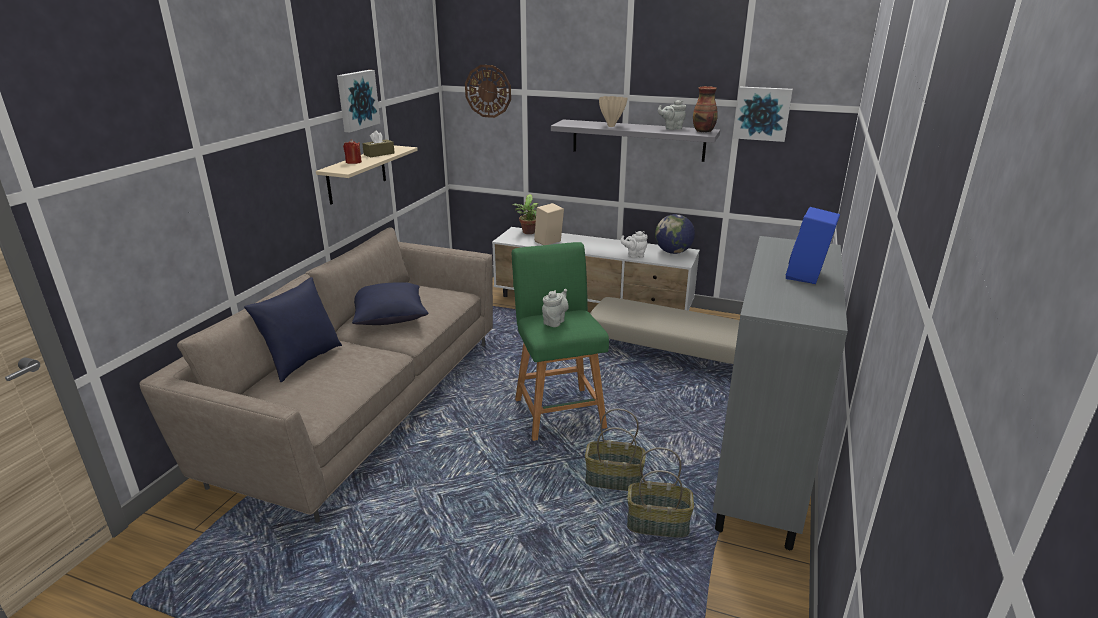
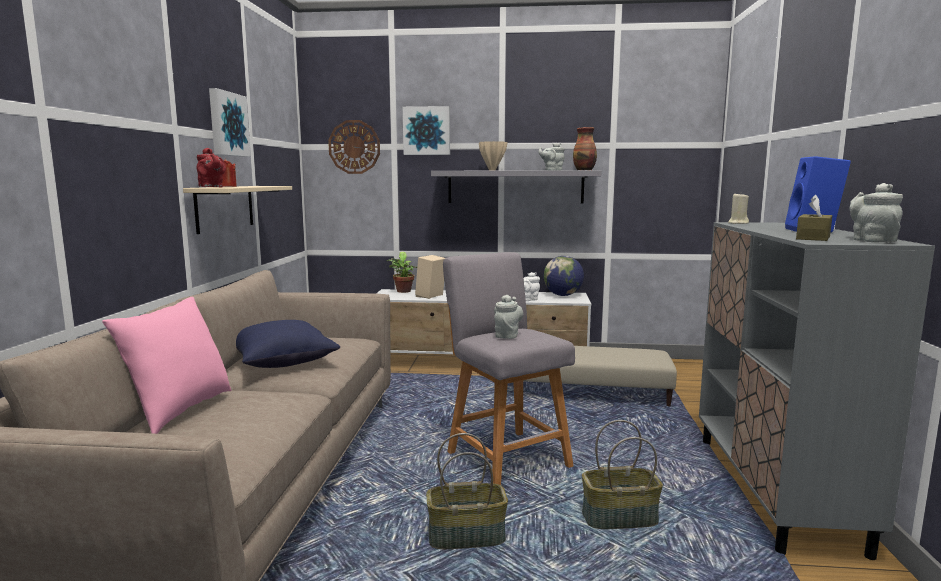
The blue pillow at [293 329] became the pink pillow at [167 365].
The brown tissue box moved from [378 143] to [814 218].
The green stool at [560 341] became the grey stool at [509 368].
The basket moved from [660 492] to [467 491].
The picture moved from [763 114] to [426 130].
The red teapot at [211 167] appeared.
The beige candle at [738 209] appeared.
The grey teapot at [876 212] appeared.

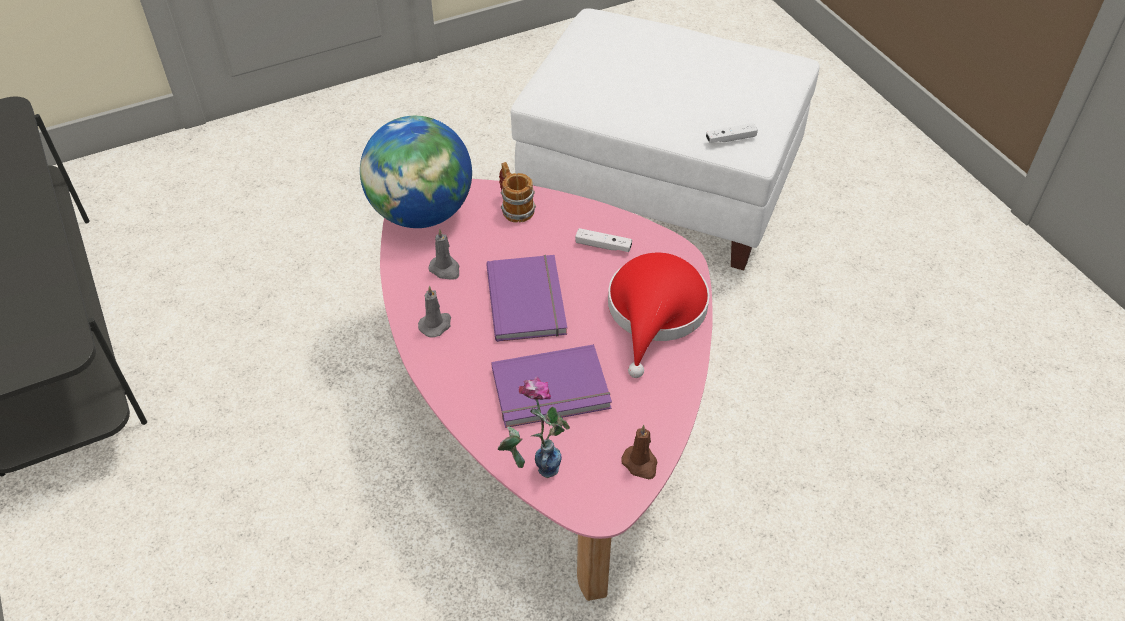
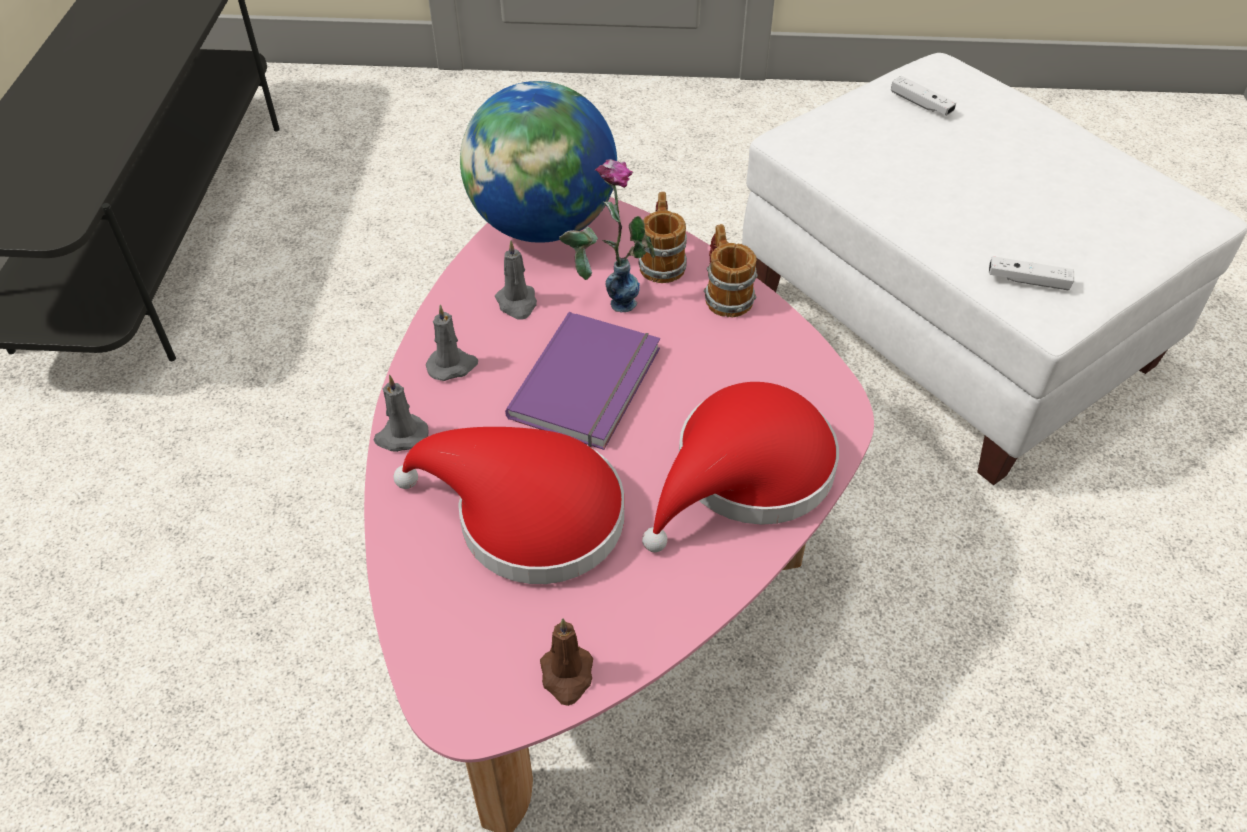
The purple book at [551 386] was replaced by the red hat at [509 505].
The vase moved from [534 427] to [607 235].
The white game controller moved from [603 240] to [923 96].
The grey candle at [401 413] appeared.
The mug at [731 270] appeared.

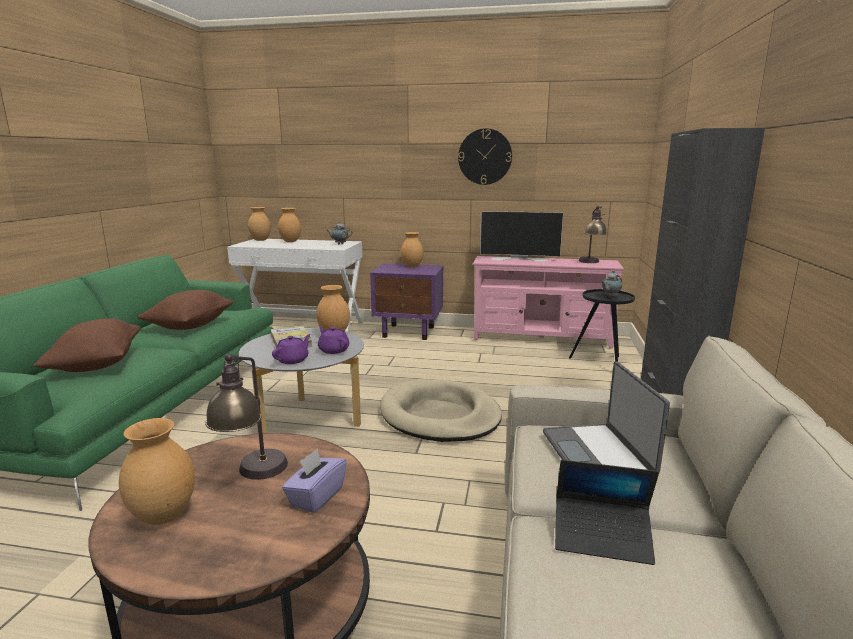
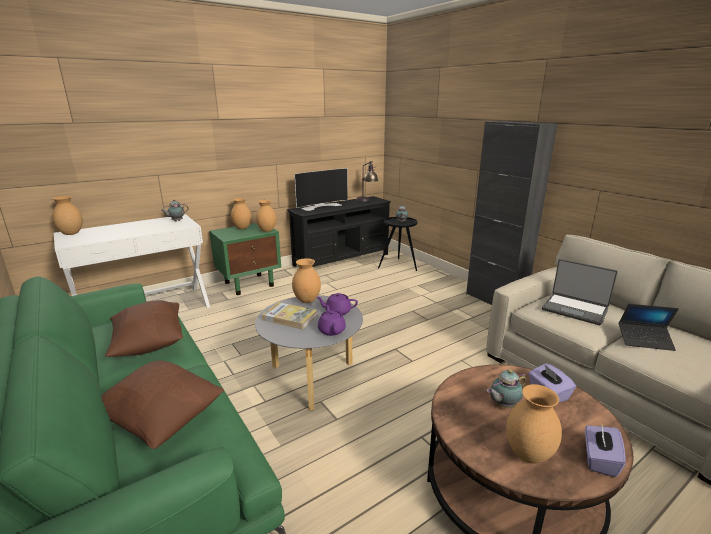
The table lamp at [246 417] was replaced by the teapot at [506 388].
The brown vase moved from [289 225] to [266 216].
The purple nightstand at [407 301] became the green nightstand at [245 259].
The beige dog bed at [441 410] disappeared.
The wall clock at [485 156] disappeared.
The pink tv stand at [548 302] became the black tv stand at [339 231].
The laptop at [607 512] turned 45 degrees clockwise.
The purple tissue box at [605 451] appeared.

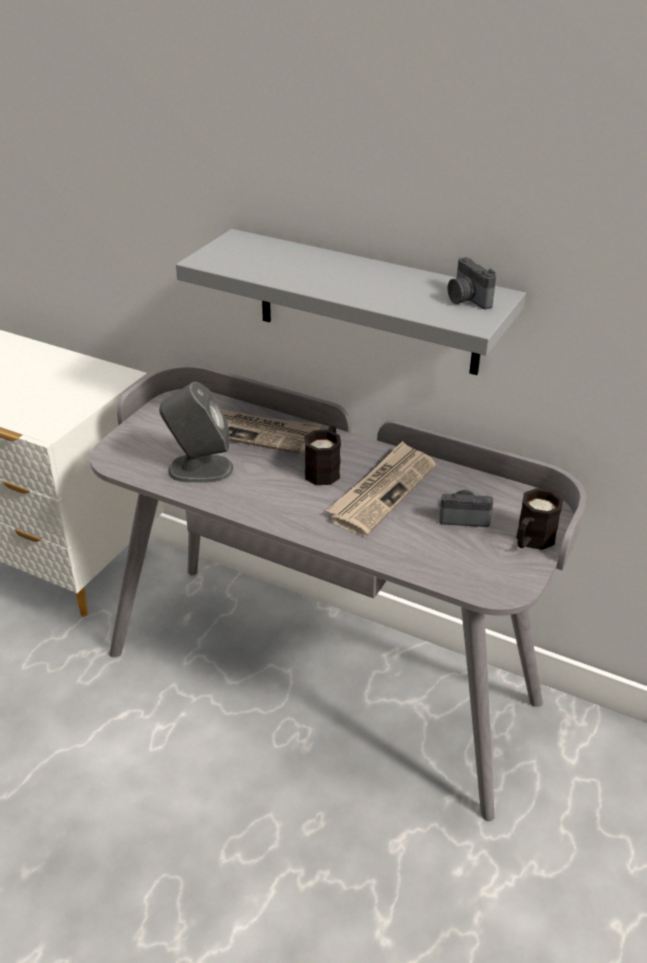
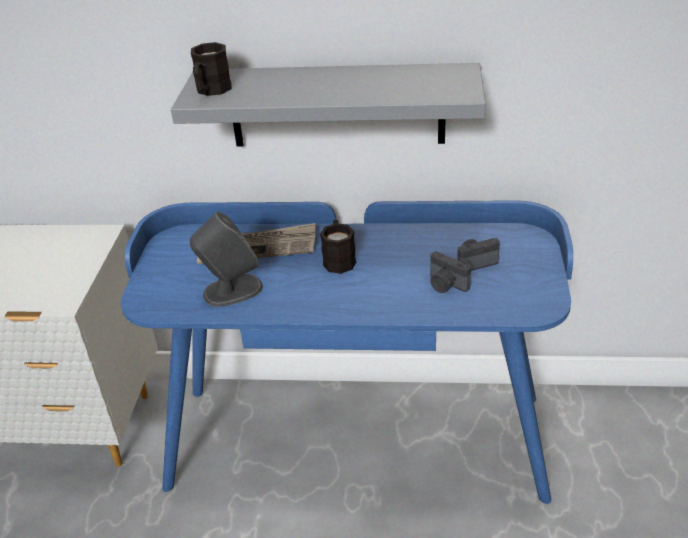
The grey desk at [338 593] became the blue desk at [347 352].
The newspaper at [381 489] disappeared.
The photo camera moved from [472 283] to [450 272].
The black mug moved from [539 519] to [211 69].

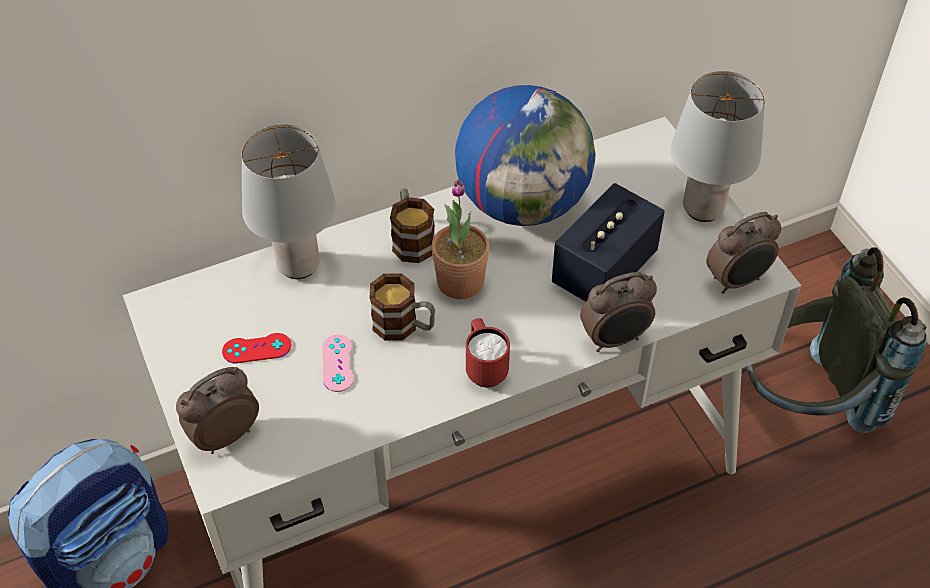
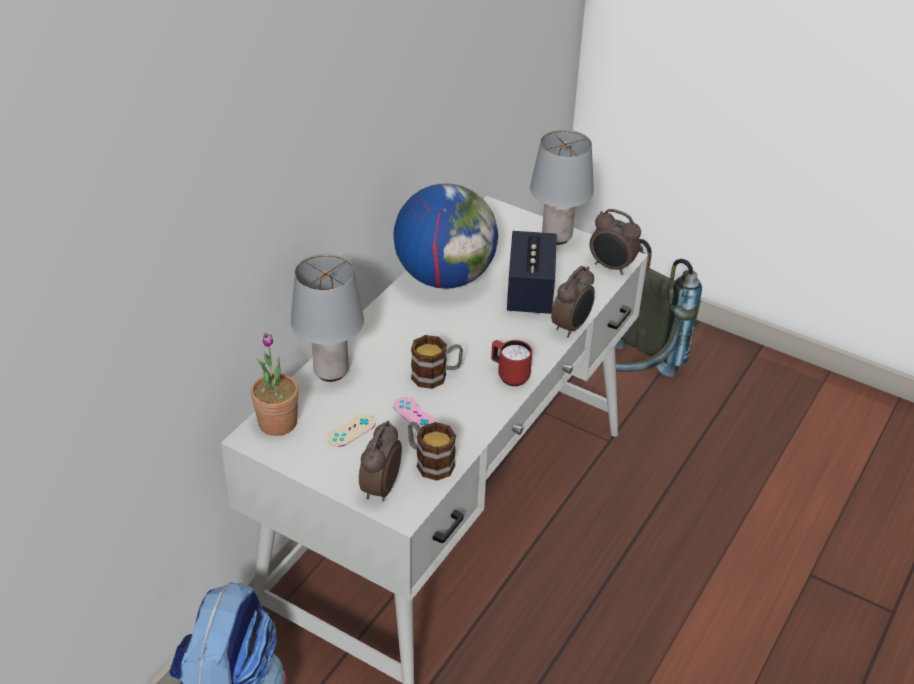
The red game controller at [256 348] became the beige game controller at [351 430].
The mug moved from [412 226] to [432 451].
The potted plant moved from [460 239] to [275 384].
The alarm clock at [743 253] turned 90 degrees clockwise.

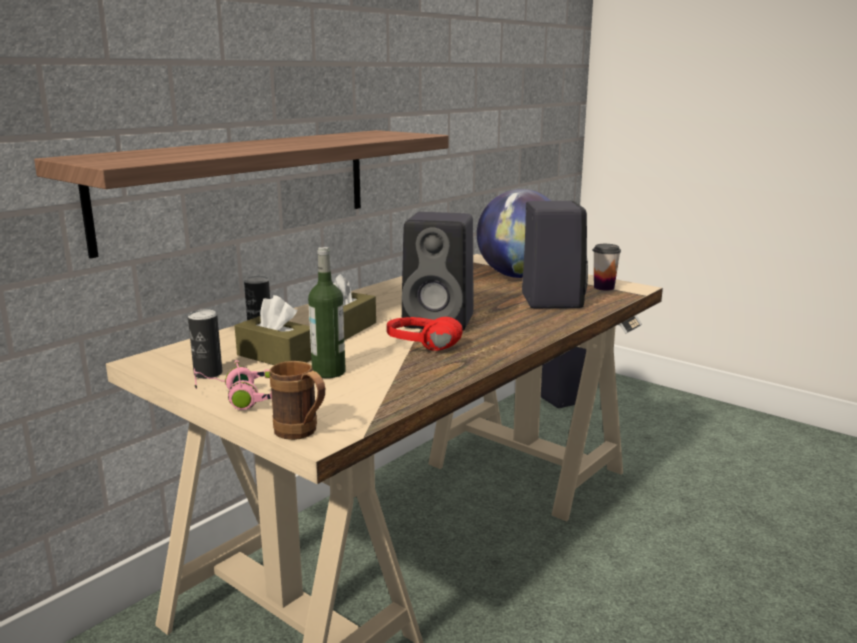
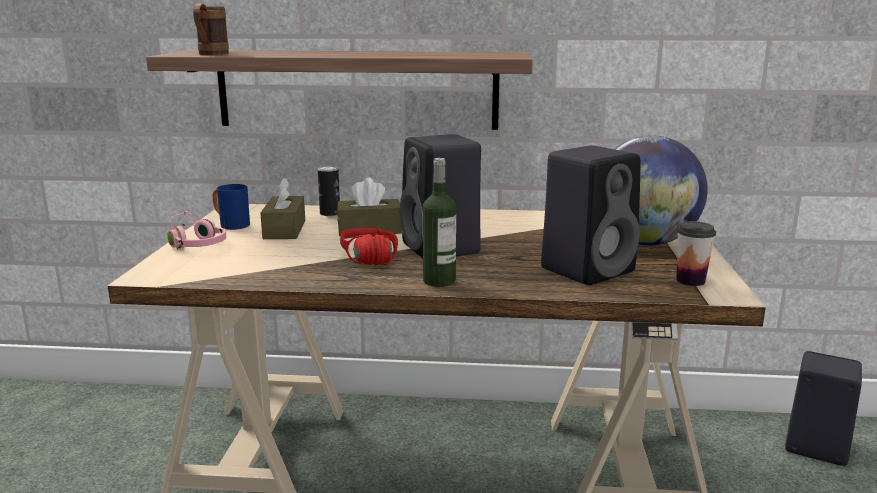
The can at [205 344] was replaced by the blue mug at [231 207].
The brown mug moved from [297 400] to [211 29].
The bottle moved from [327 312] to [439 222].

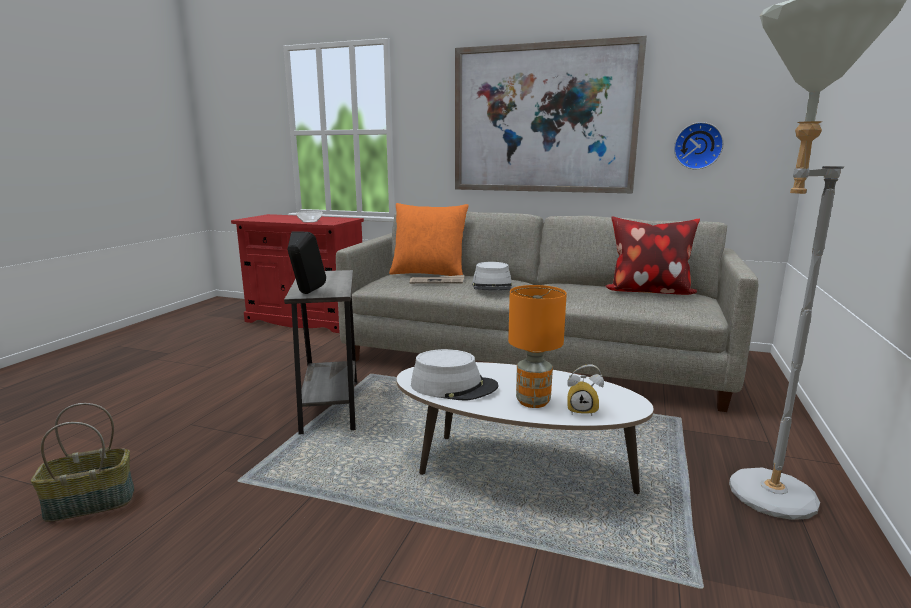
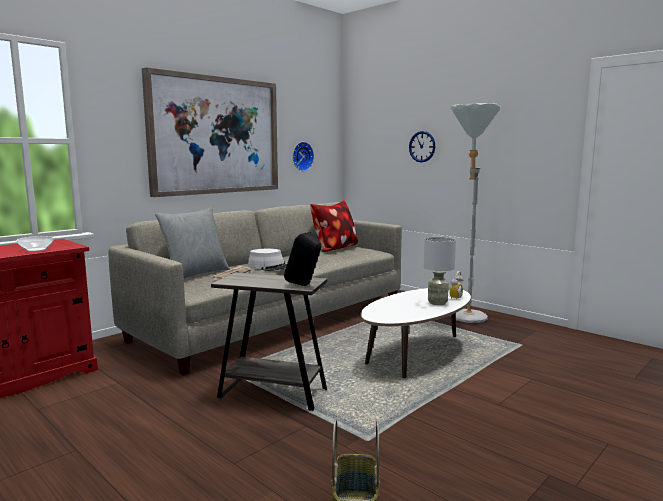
The orange pillow at [429 239] became the grey pillow at [192 243].
The grey hat at [455 375] disappeared.
The orange table lamp at [537 346] became the grey table lamp at [440 271].
The wall clock at [422 146] appeared.

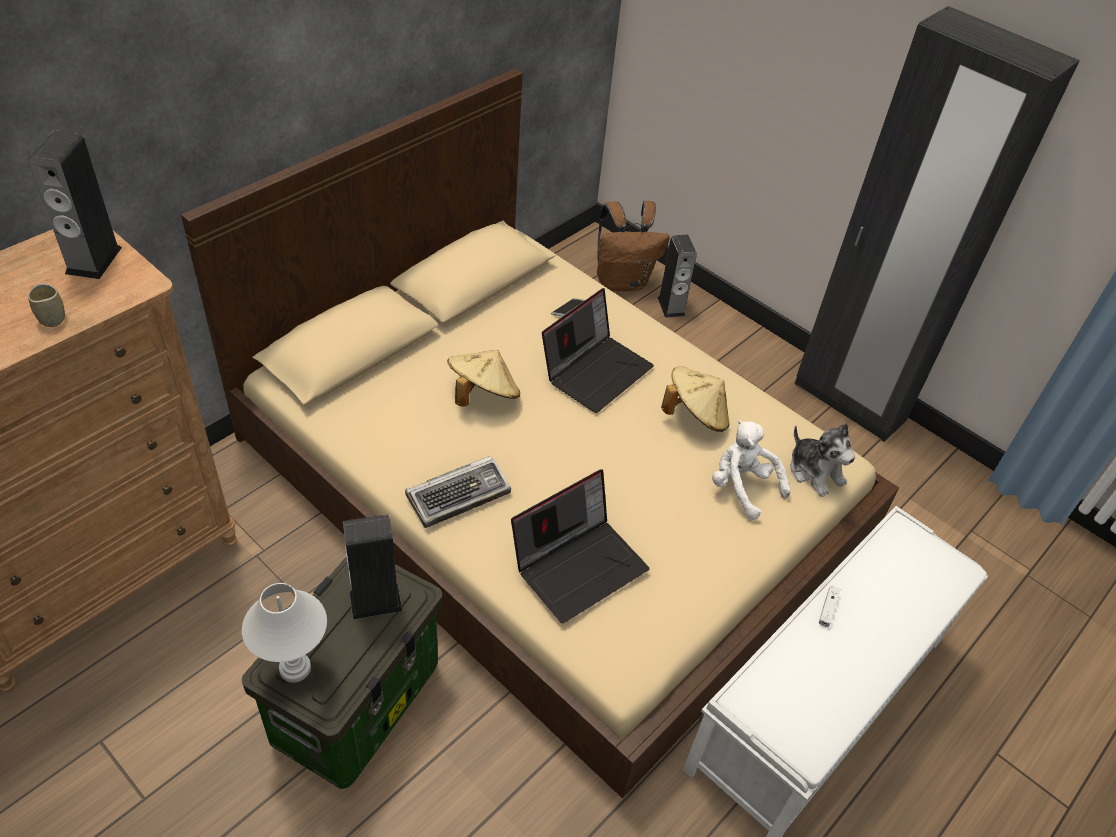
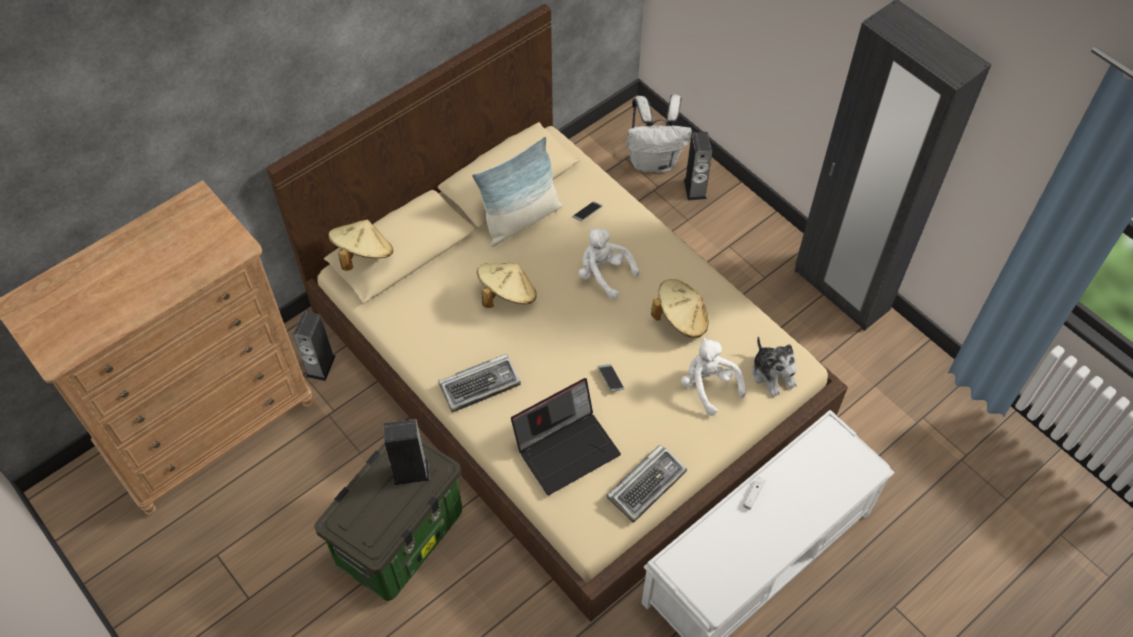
The speaker moved from [75 204] to [314 346].
The cup at [46 305] disappeared.
The white table lamp at [284 633] disappeared.
The laptop at [598 350] was replaced by the white plush toy at [609 263].
The brown backpack at [633 246] became the white backpack at [659 134].
The beige hat at [360 245] appeared.
The pillow at [517 192] appeared.
The phone at [610 378] appeared.
The keyboard at [646 484] appeared.

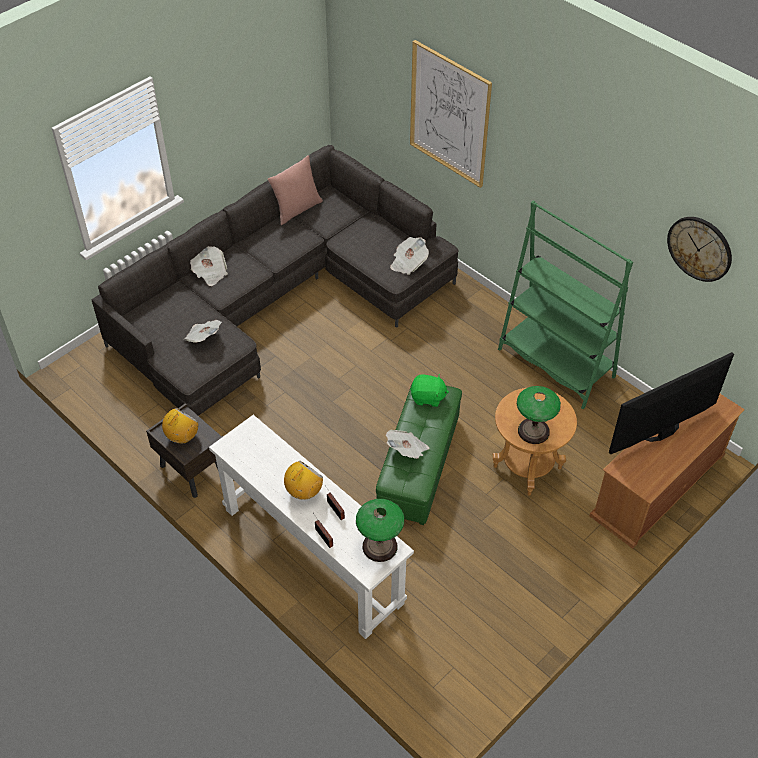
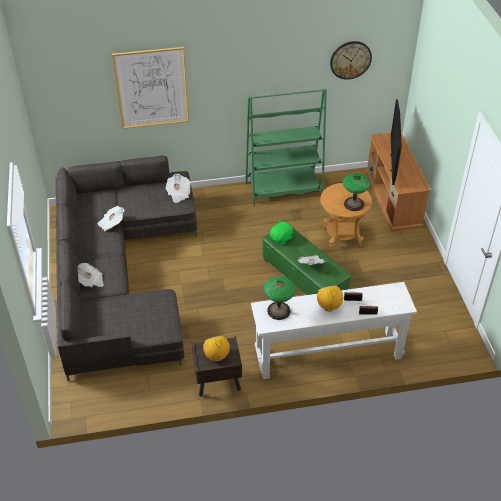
The newspaper moved from [203 331] to [111 218].
The pink pillow at [295 190] disappeared.
The table lamp moved from [380 530] to [280 298].

